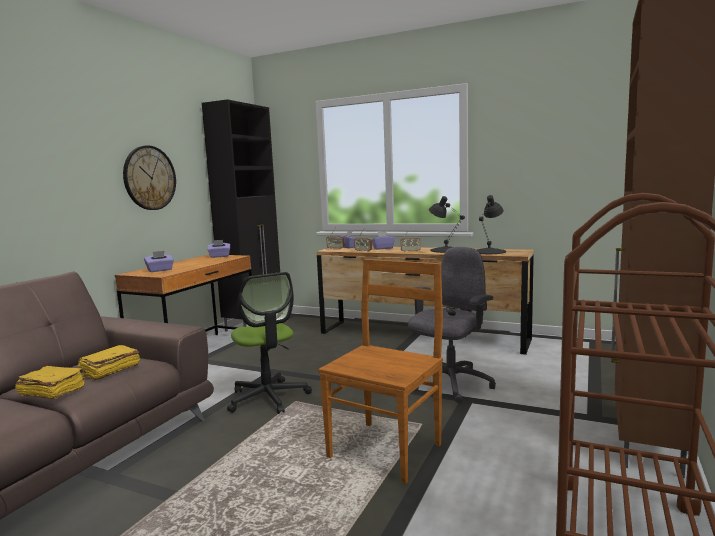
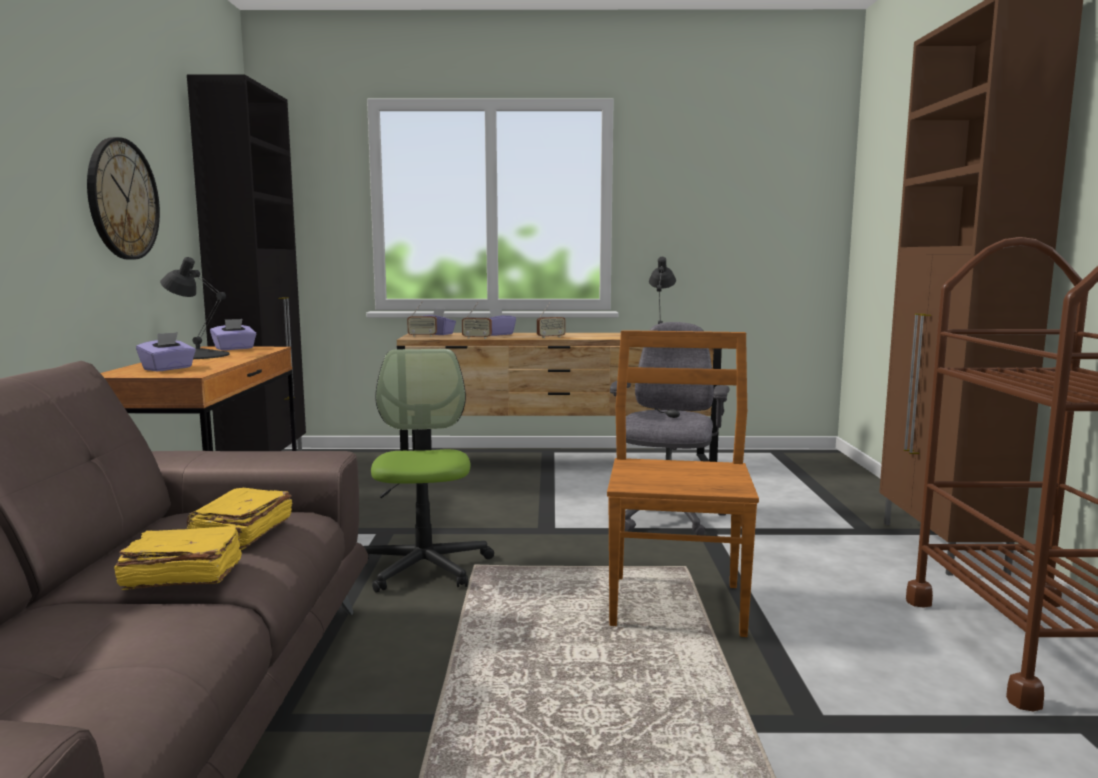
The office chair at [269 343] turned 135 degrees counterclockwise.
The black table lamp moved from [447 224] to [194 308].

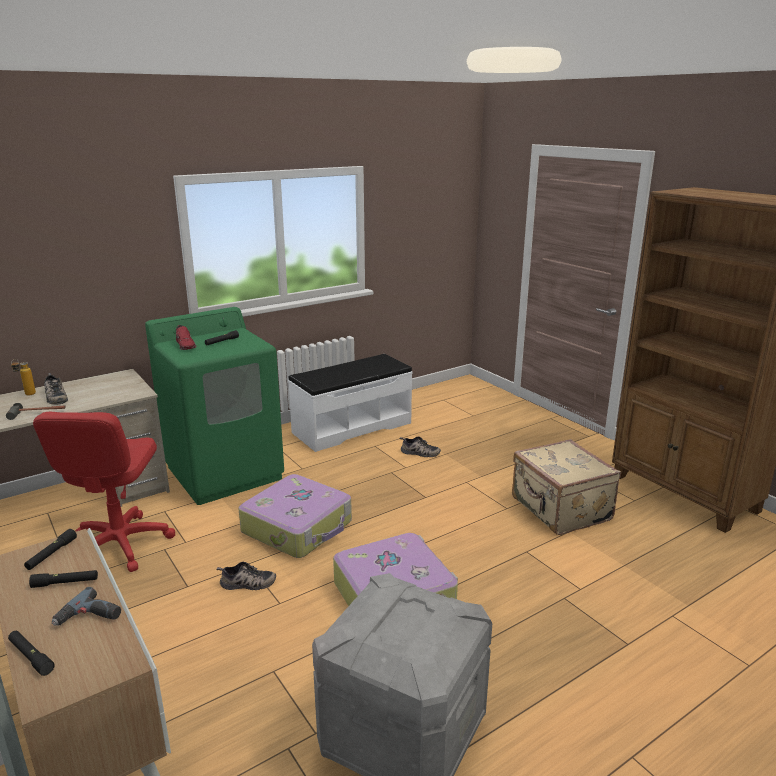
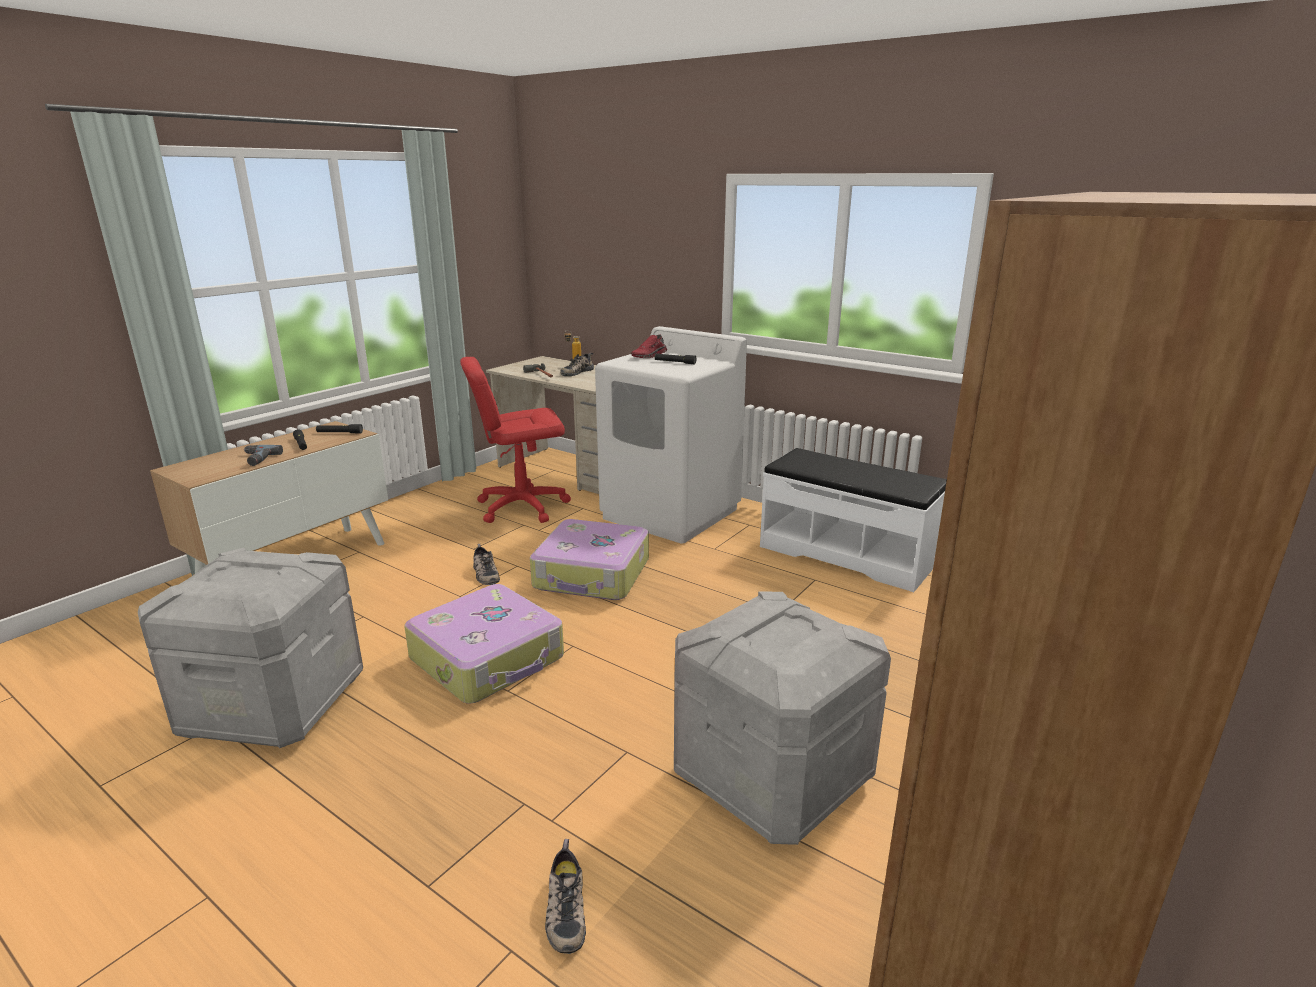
The black flashlight at [31 653] disappeared.
The green washing machine at [214 406] became the white washing machine at [671 435].
The shoe moved from [420 446] to [565 896].
The beige suitcase at [566 487] was replaced by the grey storage box at [782 718].

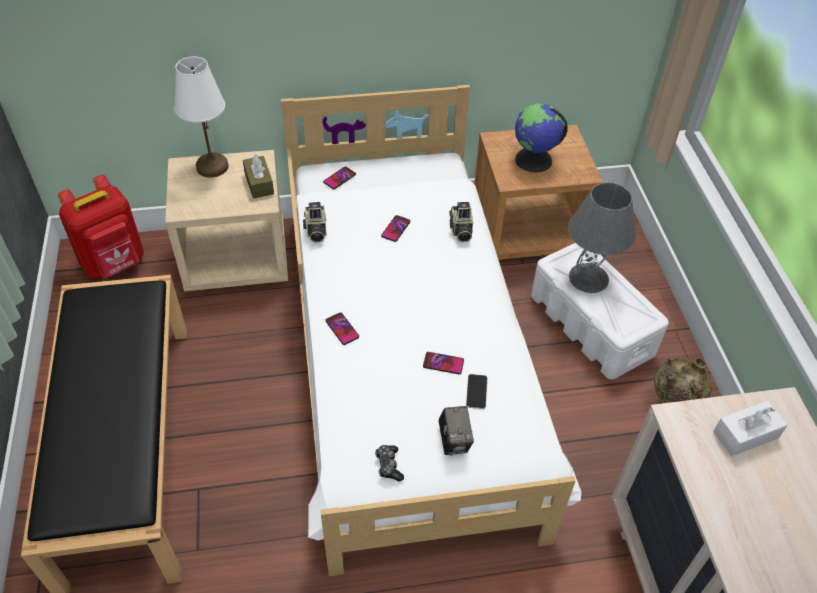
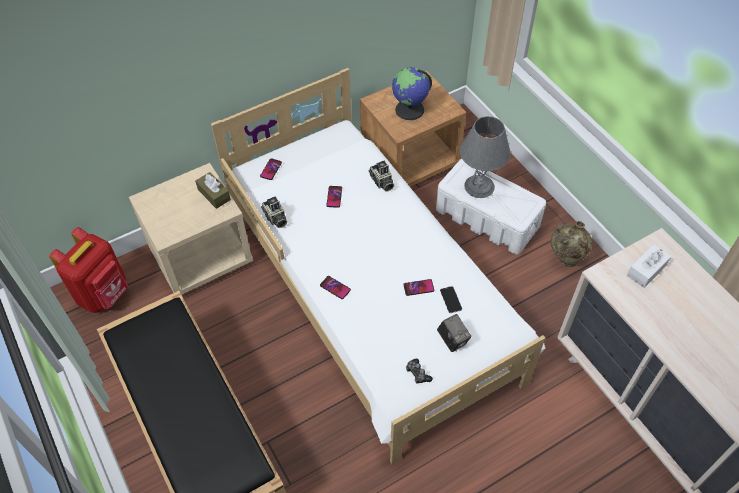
The white table lamp at [202 117] disappeared.

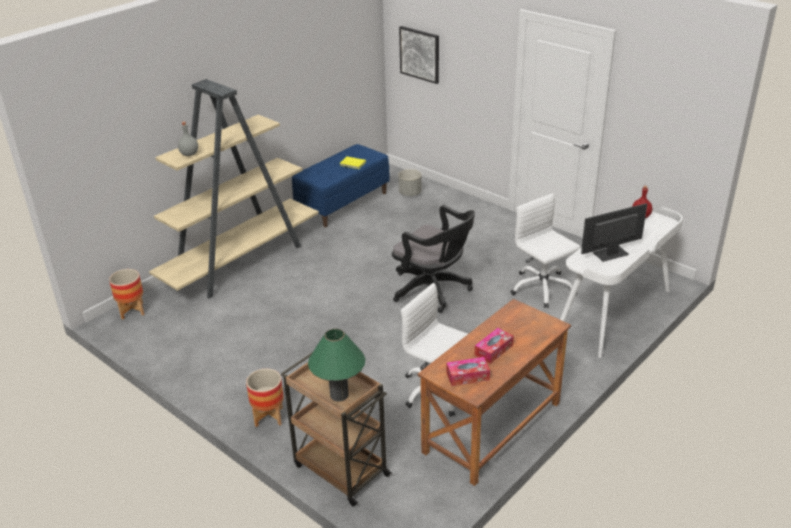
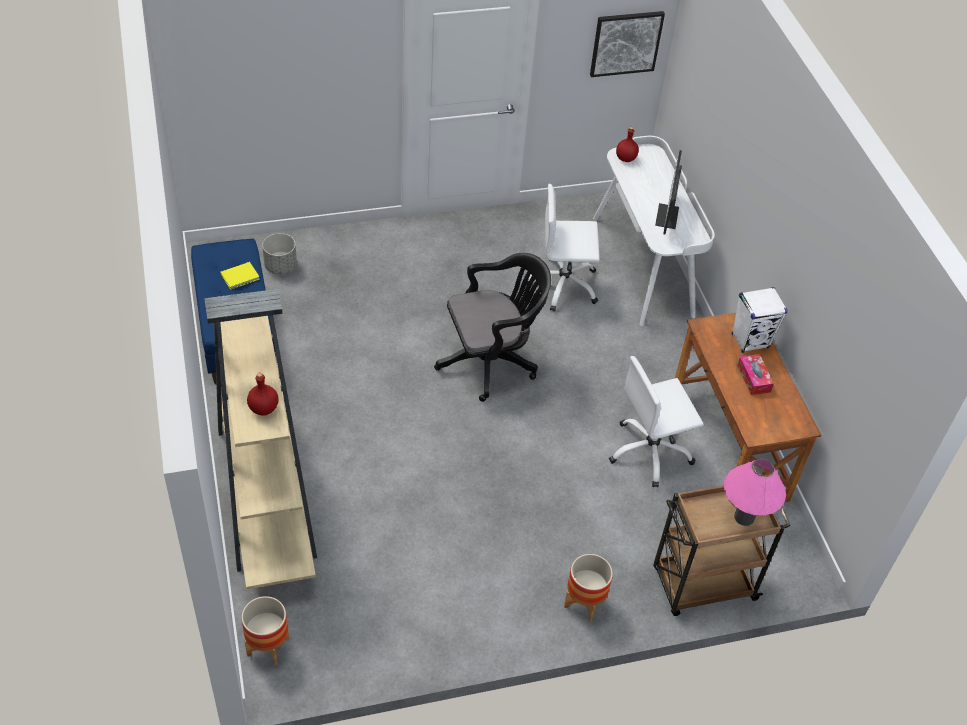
The grey bottle at [188 139] became the red bottle at [263 394].
The green table lamp at [336 365] became the pink table lamp at [755 492].
The picture moved from [419 55] to [627 44].
The tissue box at [468 371] disappeared.
The white speaker at [760 320] appeared.

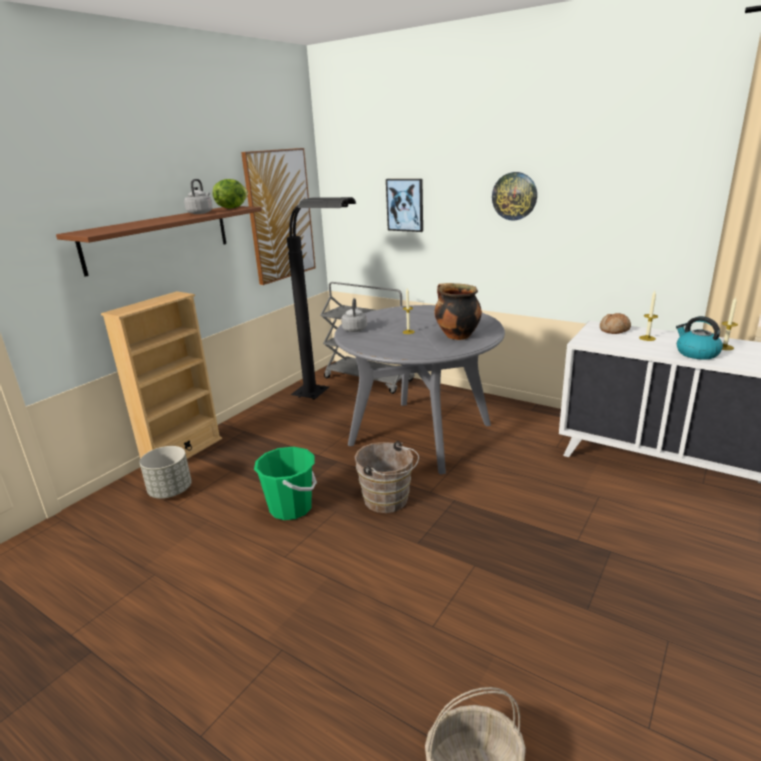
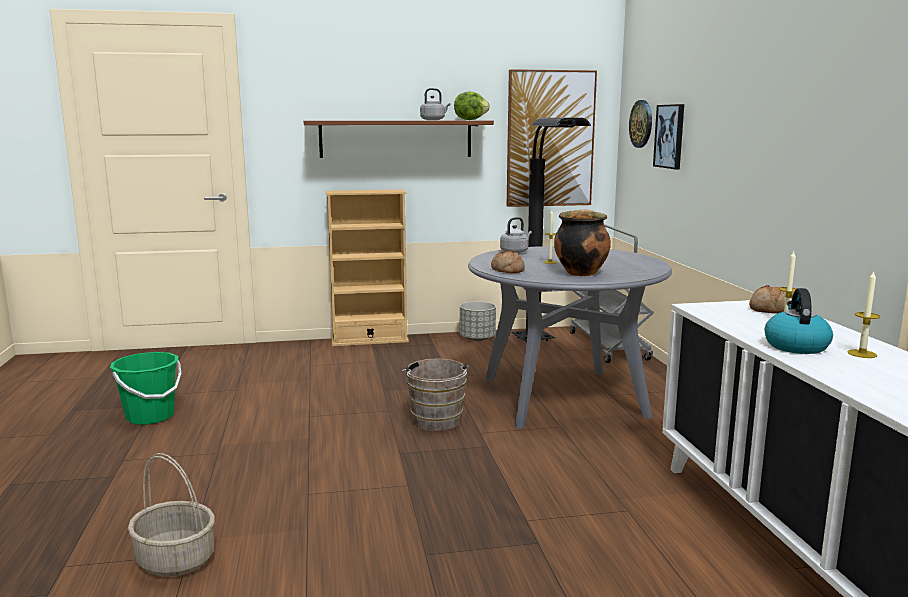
The grey planter moved from [166 472] to [478 321].
The green bucket moved from [285 483] to [145 388].
The wall clock moved from [514 196] to [640 124].
The bread at [508 261] appeared.

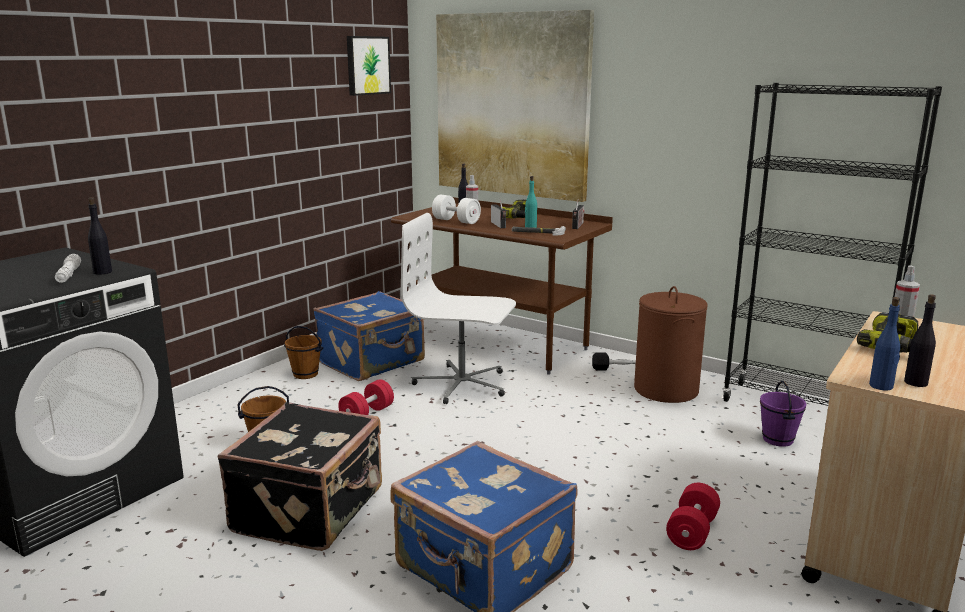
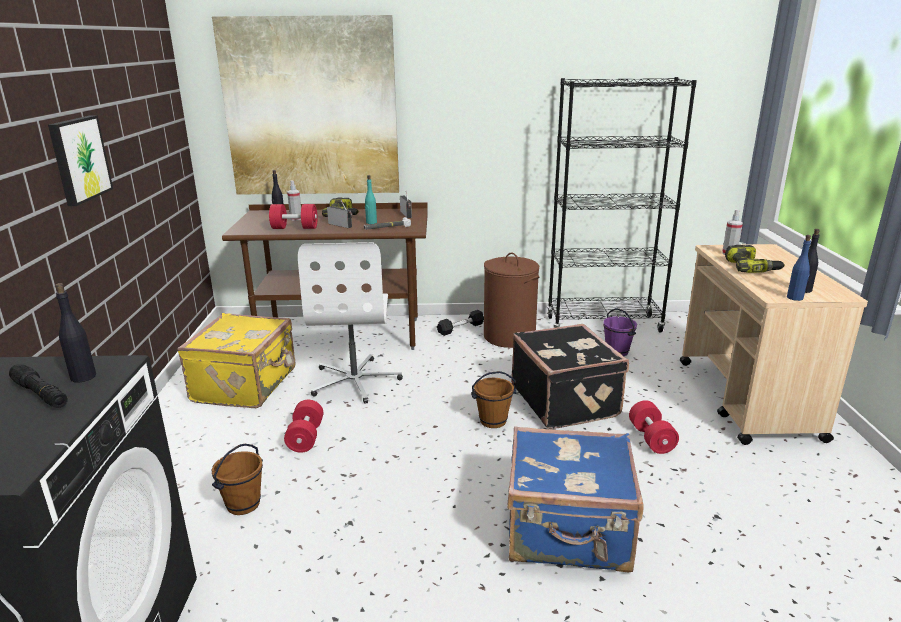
The white flashlight at [68 268] became the black flashlight at [38 386].
The black suitcase moved from [300 476] to [570 376].
The brown bucket moved from [303 352] to [494 399].
The blue suitcase at [369 336] became the yellow suitcase at [236 360].
The picture moved from [369 66] to [80 160].
The white office chair at [458 308] turned 75 degrees counterclockwise.
The white dumbbell at [456 209] became the red dumbbell at [293 216].

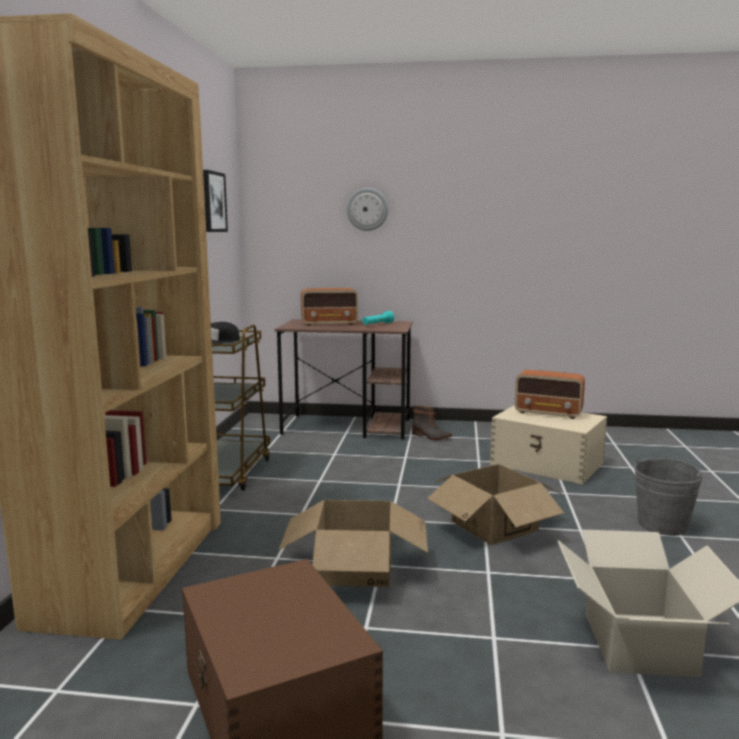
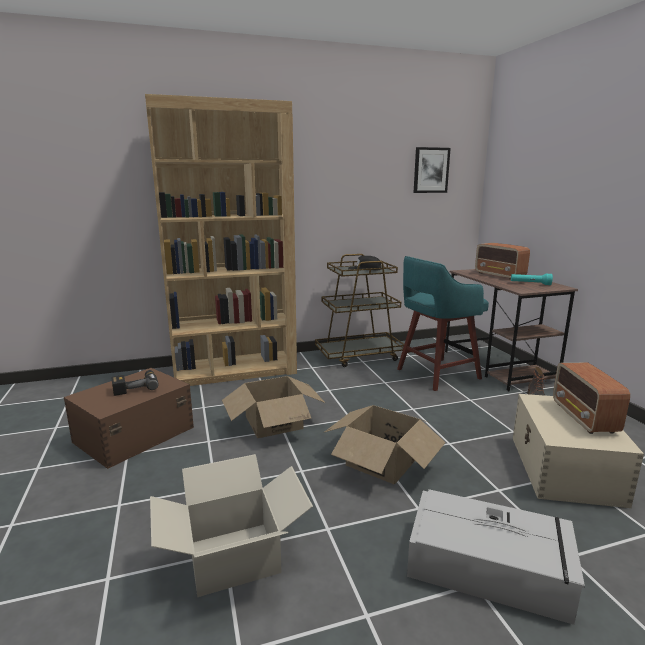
The wall clock at [367 209] disappeared.
The grey bucket at [668 497] was replaced by the grey storage box at [496 557].
The power drill at [135 383] appeared.
The turquoise stool at [443 323] appeared.

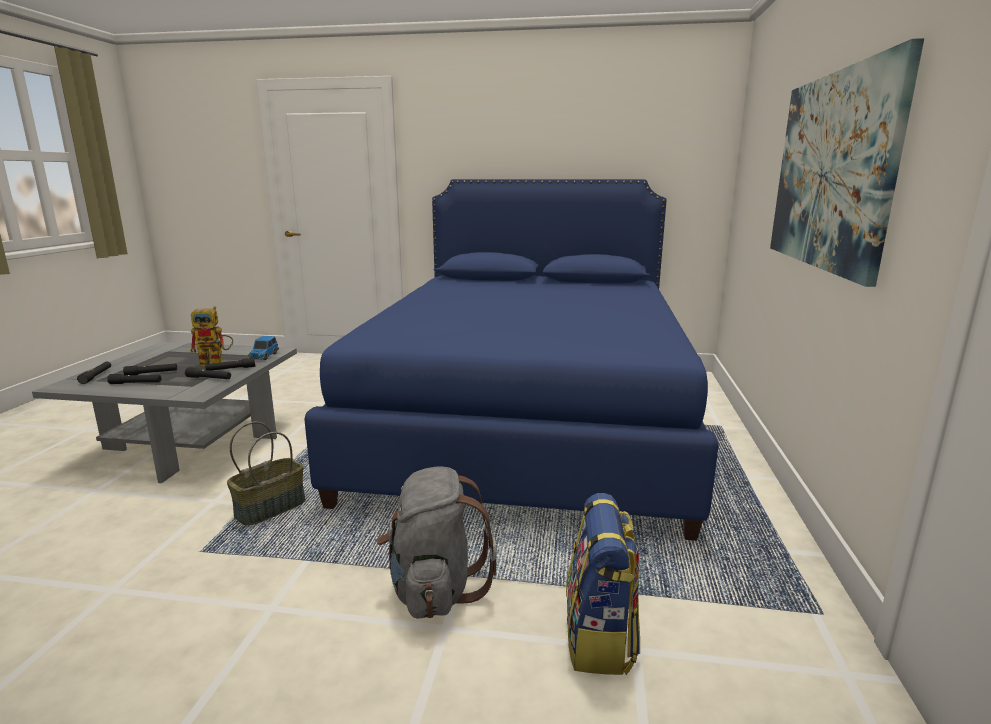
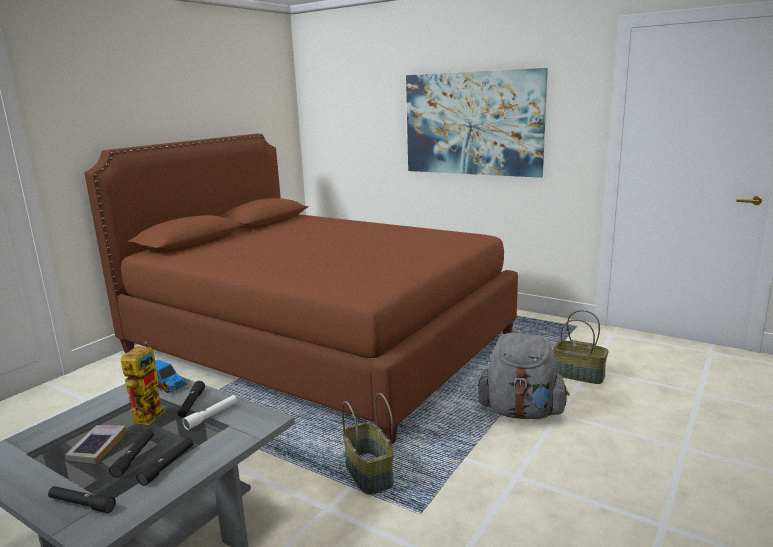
The black flashlight at [208 373] became the white flashlight at [209 412].
The blue bed at [511 360] became the brown bed at [301 289].
The backpack at [603 584] was replaced by the basket at [581 347].
The book at [95 444] appeared.

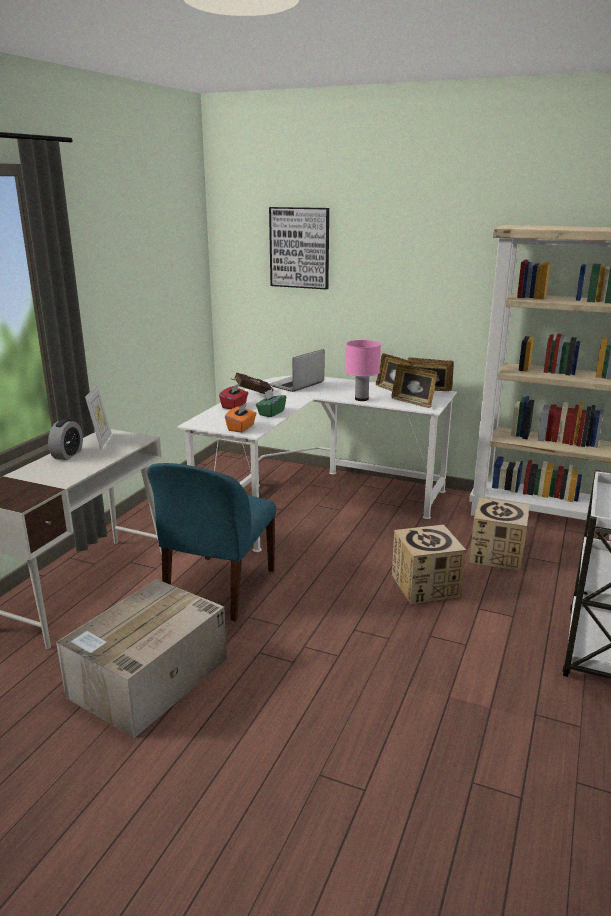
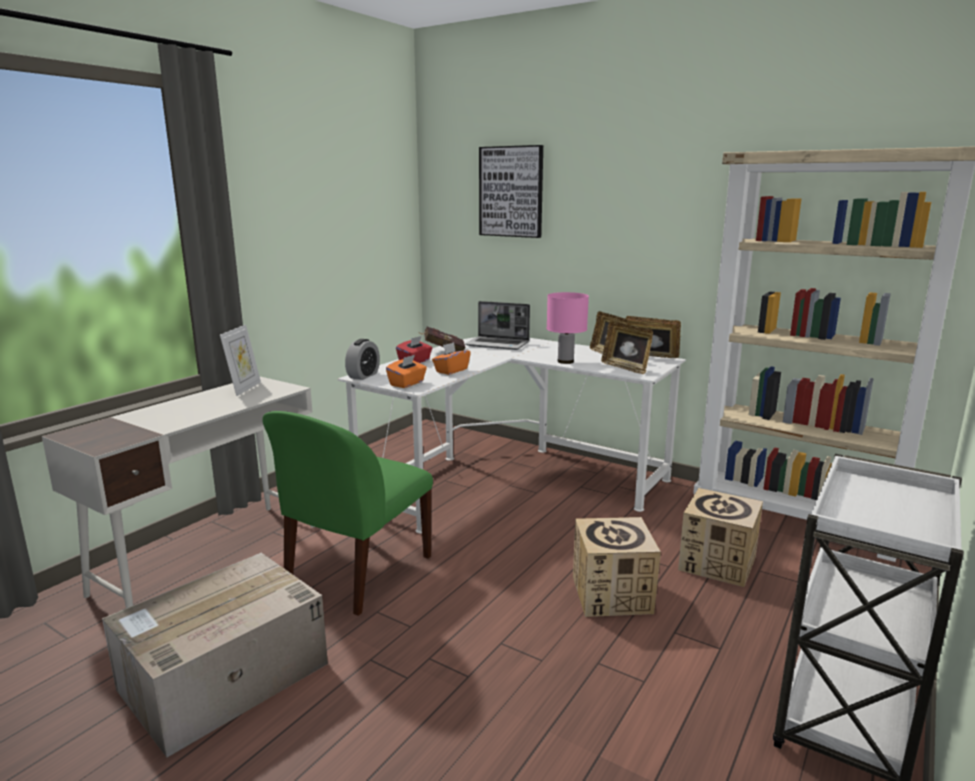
The alarm clock moved from [65 439] to [362 359].
The blue chair at [211 542] became the green chair at [347 513].
The green tissue box at [271 403] became the orange tissue box at [451 358].
The laptop at [296 370] turned 120 degrees counterclockwise.

